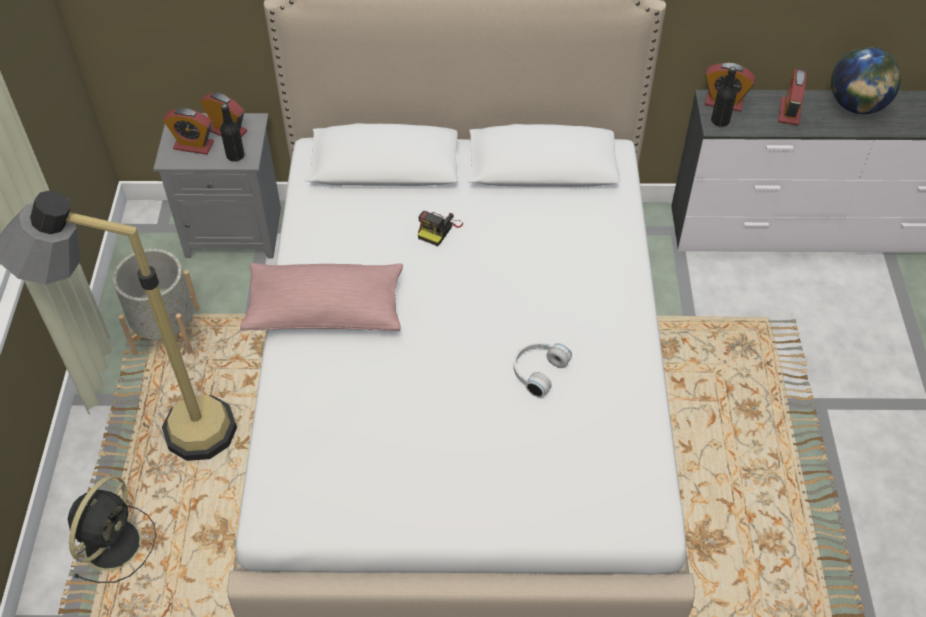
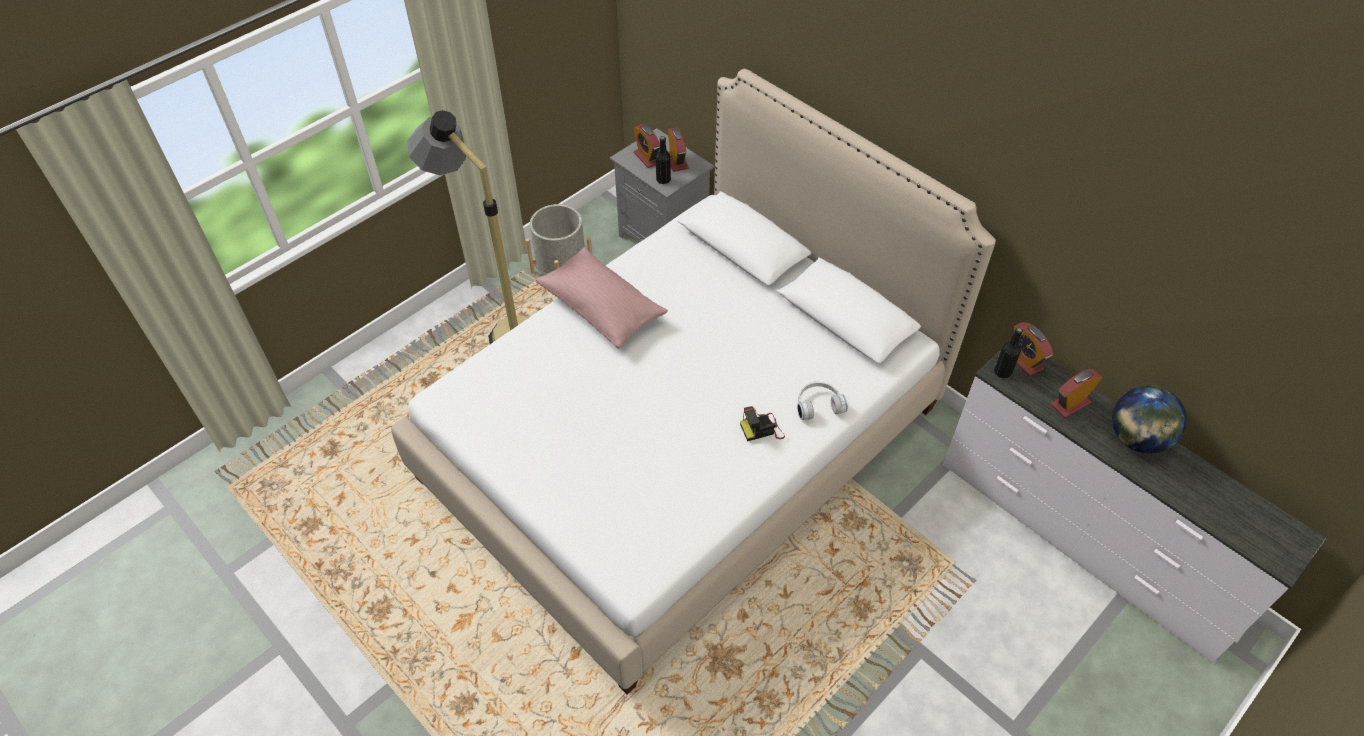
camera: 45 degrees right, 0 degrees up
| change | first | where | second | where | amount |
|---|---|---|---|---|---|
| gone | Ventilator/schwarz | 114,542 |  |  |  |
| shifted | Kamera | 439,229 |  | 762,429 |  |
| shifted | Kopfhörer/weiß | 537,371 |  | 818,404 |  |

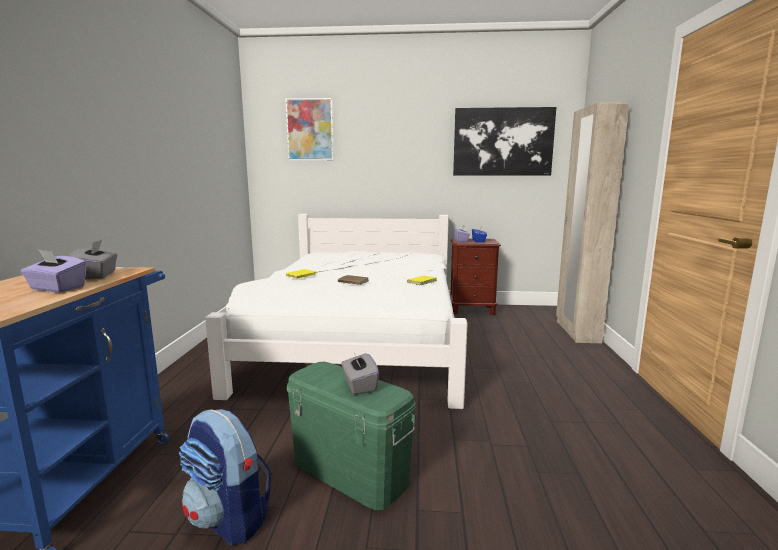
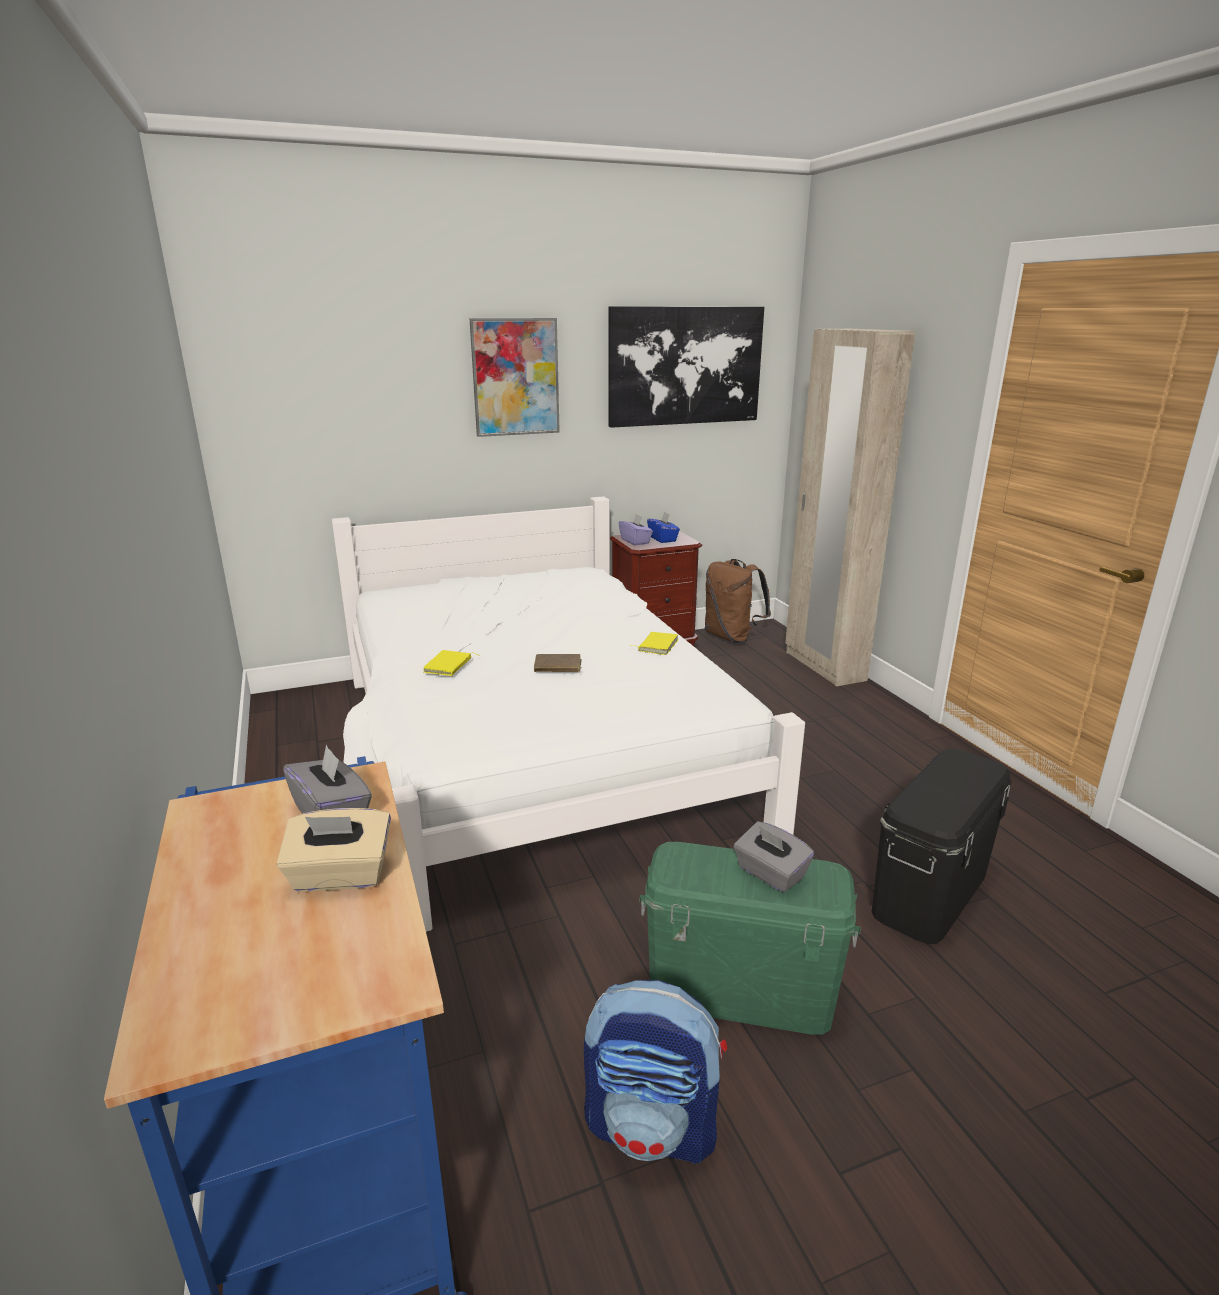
camera: 25 degrees left, 10 degrees up
| change | first | where | second | where | amount |
|---|---|---|---|---|---|
| repainted | Taschentuchbox/lila | 57,288 | Taschentuchbox/beige | 340,876 |  |
| shifted | Bild | 310,130 |  | 515,377 |  |
| new |  |  | Rucksack/braun | 732,637 |  |
| new |  |  | Aufbewahrungsbox/schwarz | 931,892 |  |

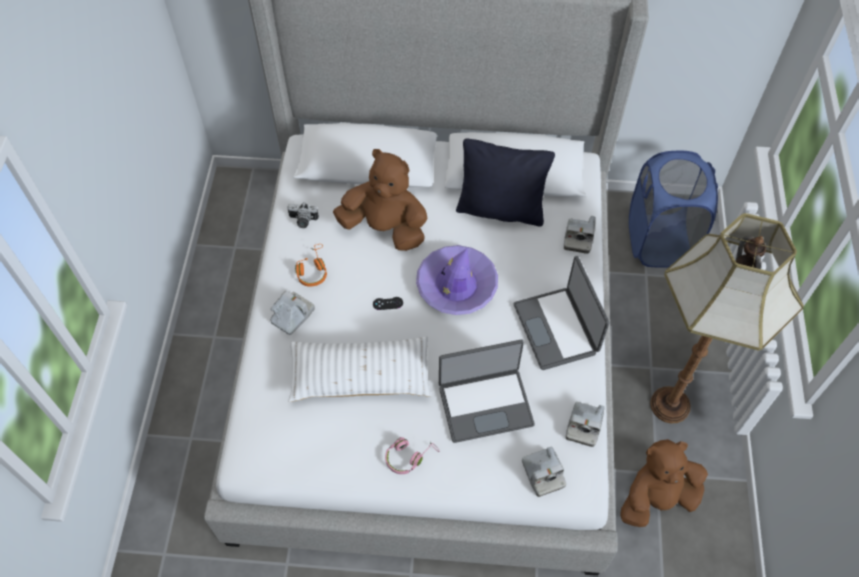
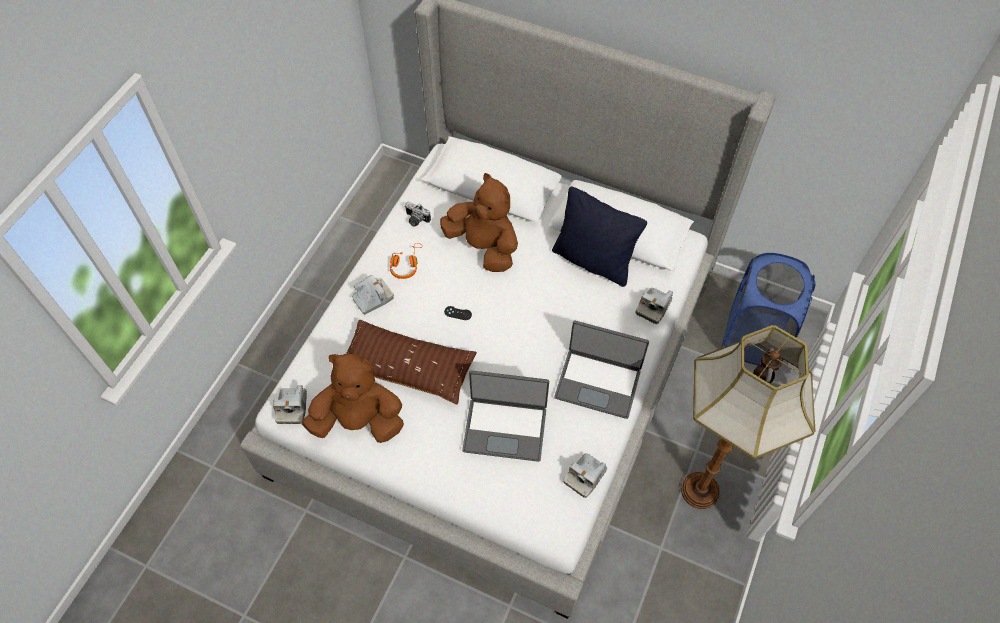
camera: 20 degrees right, 0 degrees up
| change | first | where | second | where | amount |
|---|---|---|---|---|---|
| repainted | Kissen/weiß | 360,376 | Kissen/braun | 408,368 |  |
| gone | Kopfhörer/rosa | 409,456 |  |  |  |
| gone | Hut/lila | 456,285 |  |  |  |
| rotated | Laptop | 557,328 |  | 598,382 | 75 degrees counterclockwise |
| shifted | Kamera | 542,474 |  | 292,407 |  |
| shifted | Plüschtier/braun | 656,498 |  | 359,421 |  |

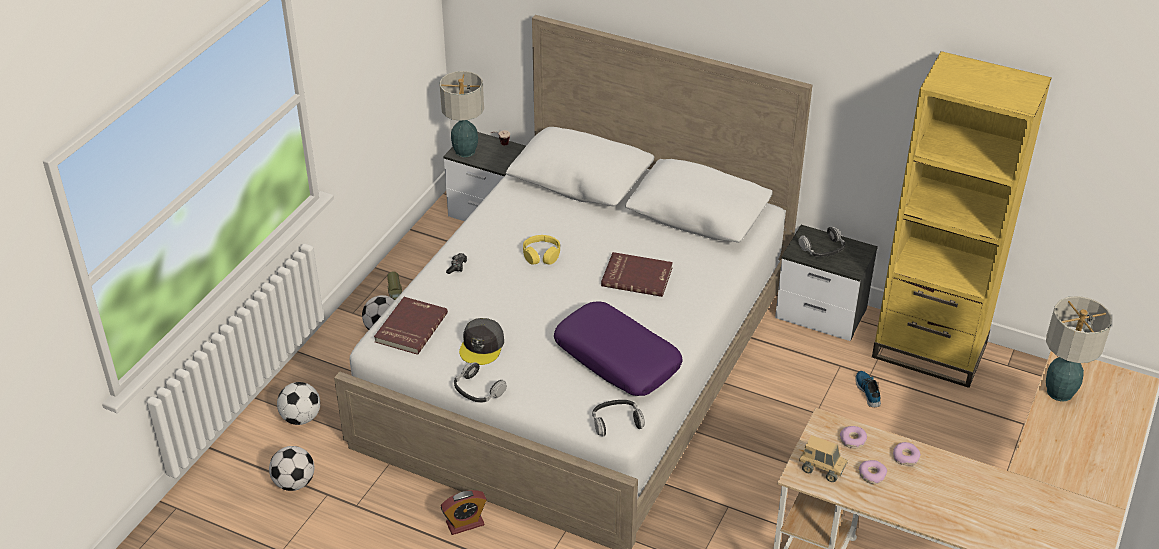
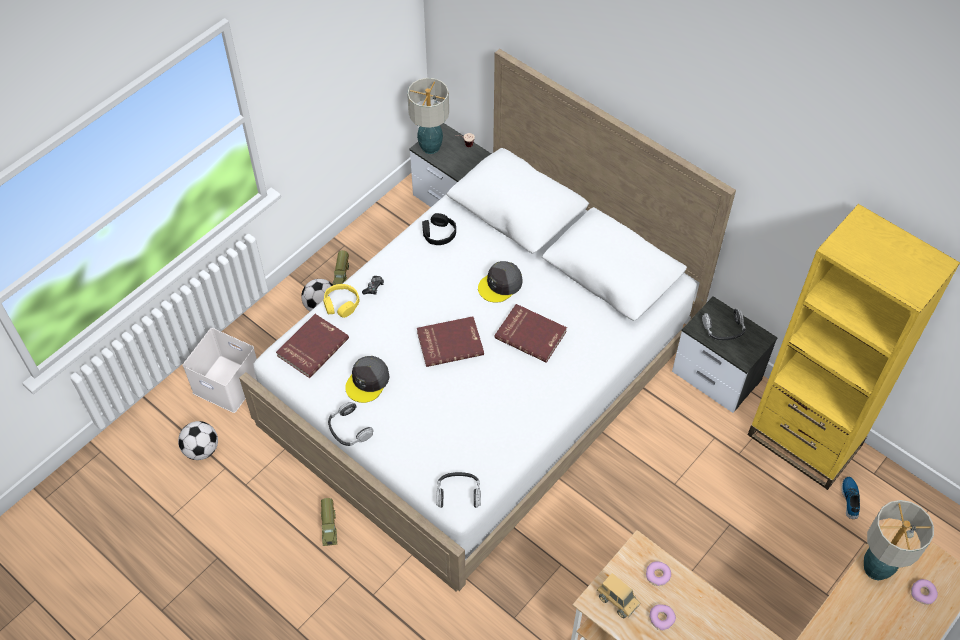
camera: 15 degrees right, 15 degrees up
| change | first | where | second | where | amount |
|---|---|---|---|---|---|
| swapped | Fußball | 301,418 | Aufbewahrungsbox/weiß | 225,384 |  |
| swapped | Wecker | 465,523 | Spielzeuglaster | 329,526 |  |
| shifted | Kopfhörer/gelb | 541,255 |  | 341,304 |  |
| gone | Kissen/lila | 618,358 |  |  |  |
| shifted | Schuh | 868,391 |  | 851,499 |  |
| shifted | Donut | 905,457 |  | 923,593 |  |
| new |  |  | Buch/rot | 449,342 |  |
| new |  |  | Kopfhörer/schwarz | 439,234 |  |
| new |  |  | Kappe/grau | 500,285 |  |

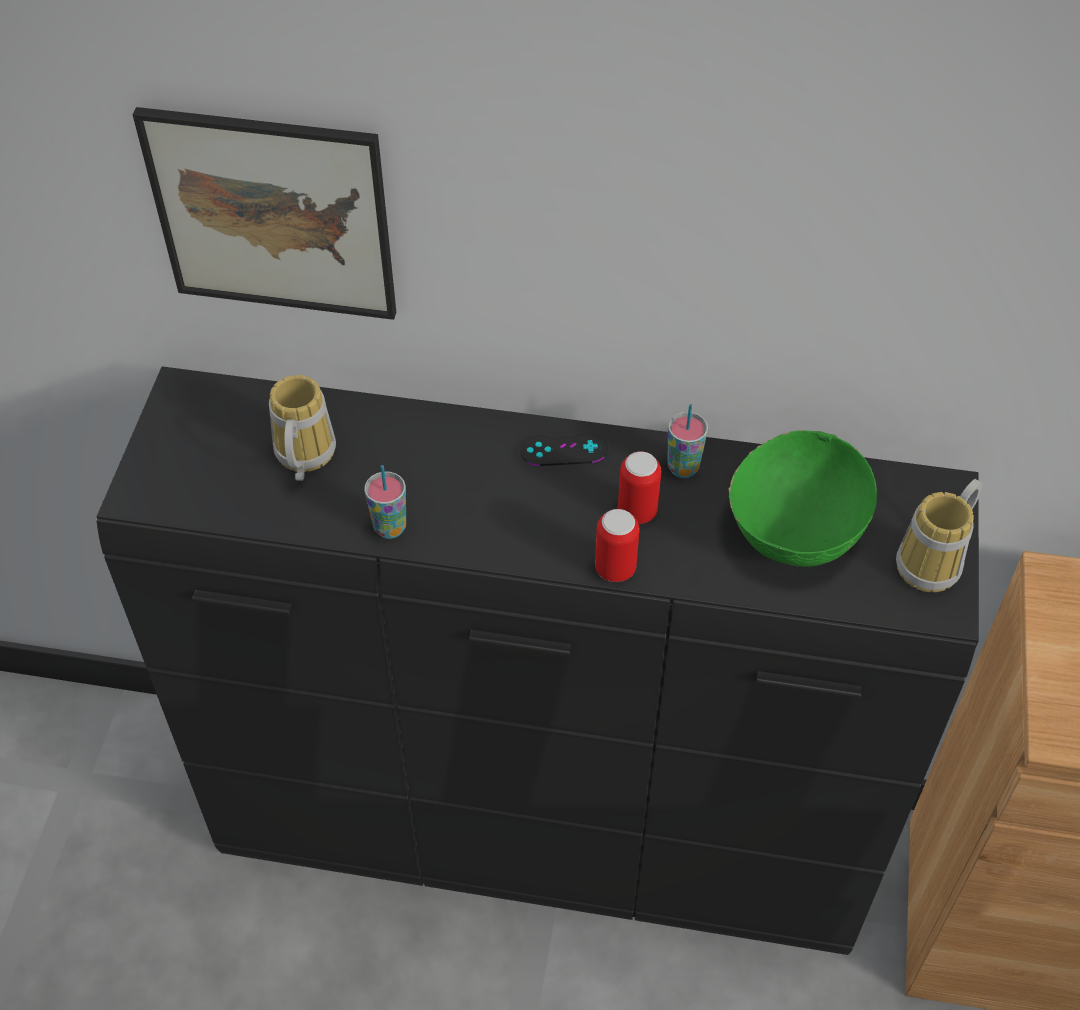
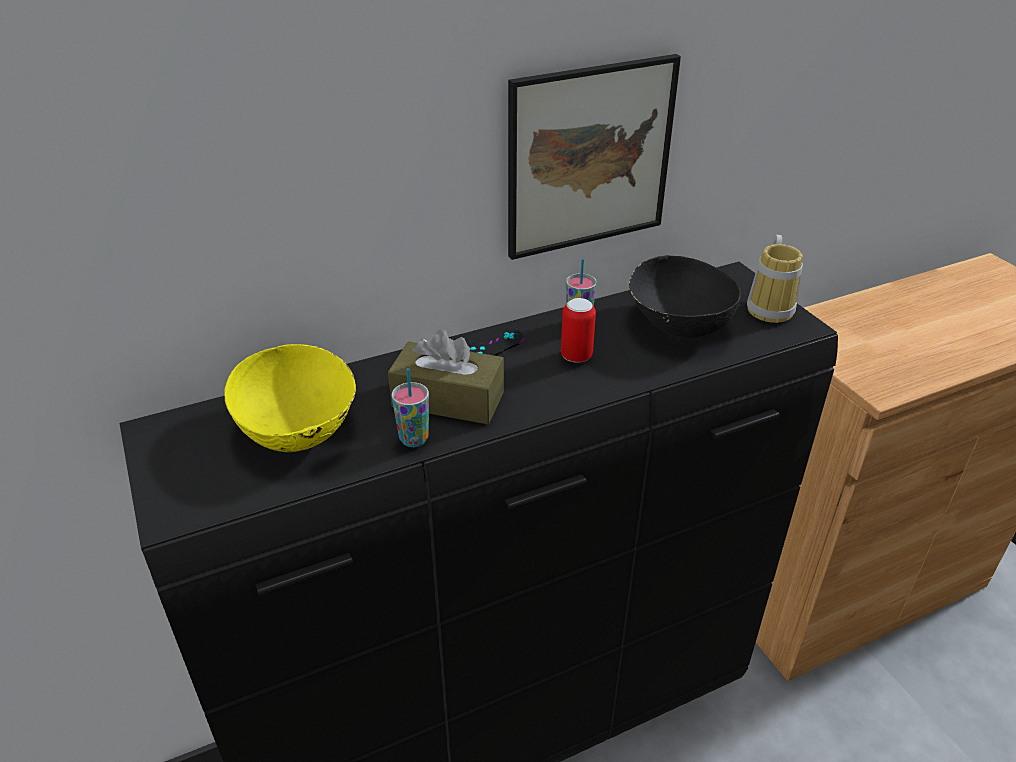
camera: 35 degrees left, 15 degrees down
| change | first | where | second | where | amount |
|---|---|---|---|---|---|
| shifted | Bild | 273,214 |  | 589,157 |  |
| swapped | Henkelbecher | 301,458 | Schüssel/gelb | 299,429 |  |
| gone | Dose | 615,569 |  |  |  |
| repainted | Schüssel/grün | 795,527 | Schüssel/schwarz | 677,323 |  |
| new |  |  | Taschentuchbox/braun | 448,399 |  |

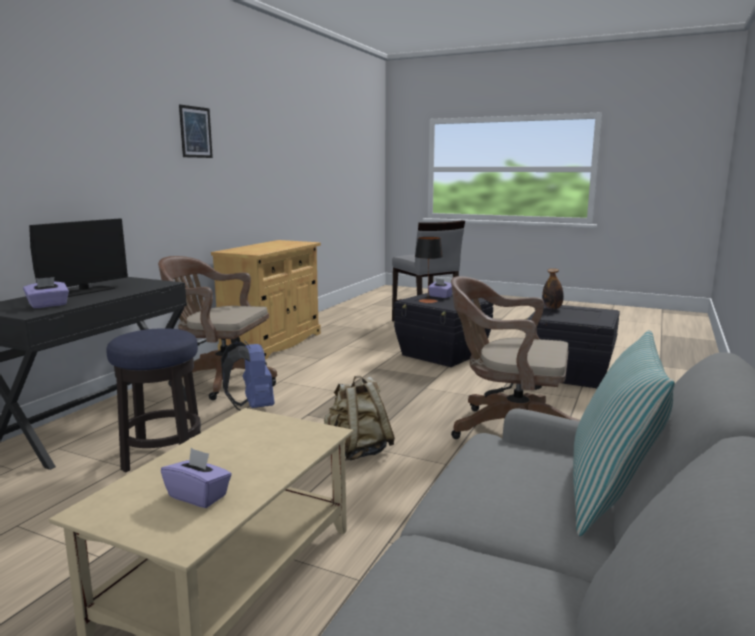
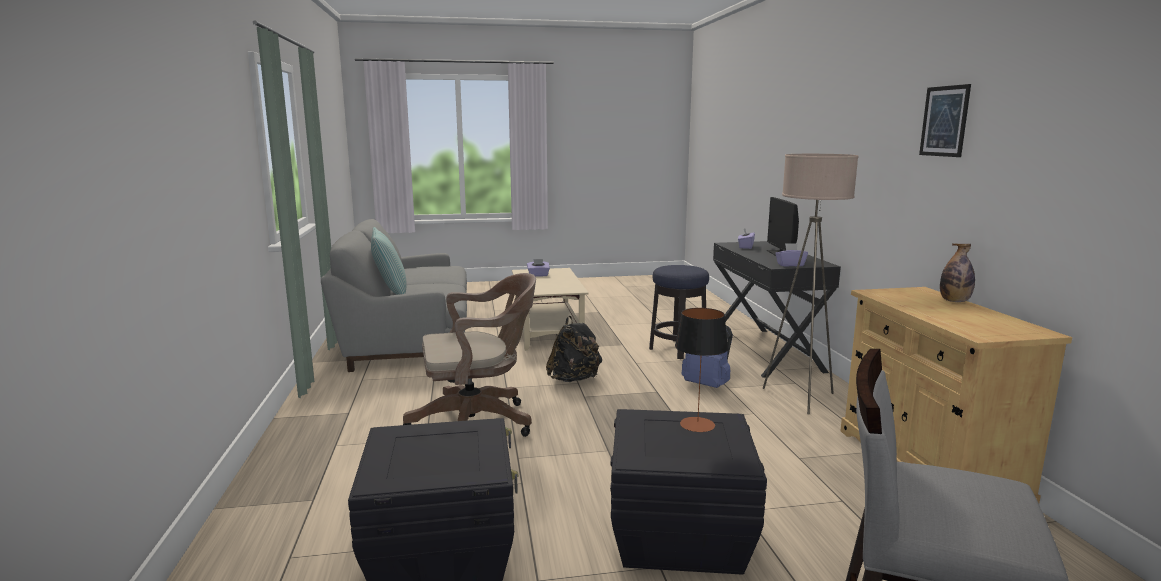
camera: 145 degrees right, 0 degrees up
| change | first | where | second | where | amount |
|---|---|---|---|---|---|
| swapped | Bürostuhl/braun | 220,380 | Stehlampe/beige | 800,398 |  |
| repainted | Rucksack/beige | 358,451 | Rucksack/schwarz | 574,379 |  |
| shifted | Taschentuchbox/lila | 440,296 |  | 790,265 |  |
| shifted | Flasche | 552,308 |  | 954,301 |  |

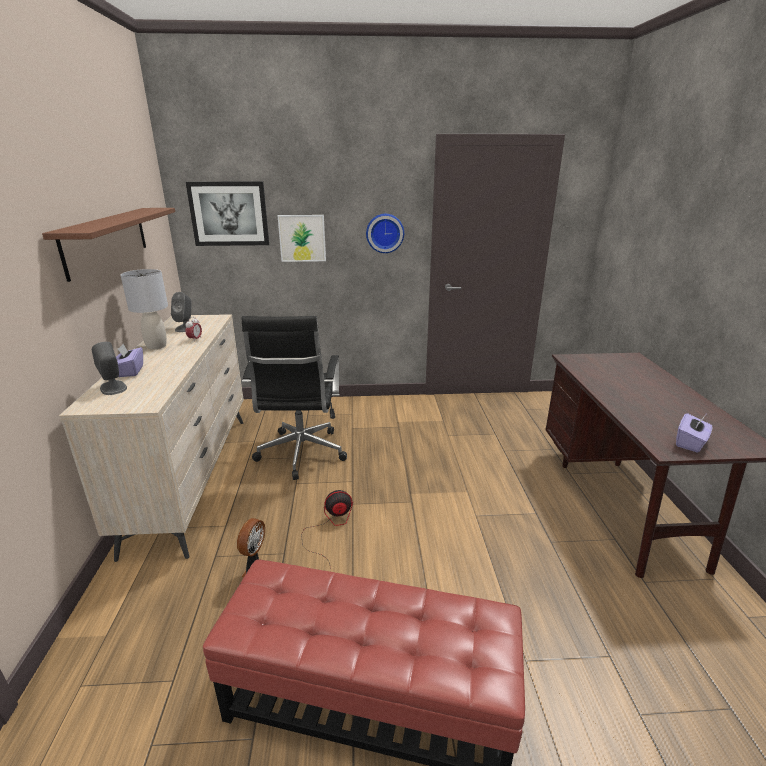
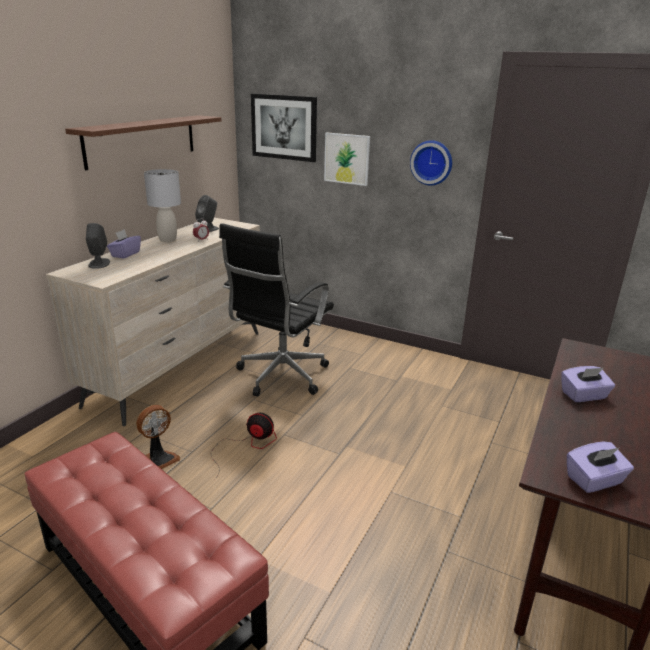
camera: 30 degrees right, 0 degrees up
| change | first | where | second | where | amount |
|---|---|---|---|---|---|
| new |  |  | Taschentuchbox/lila | 584,395 |  |

